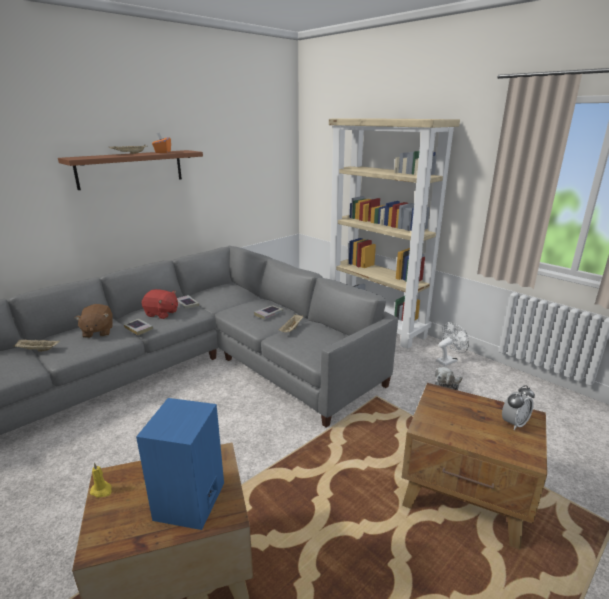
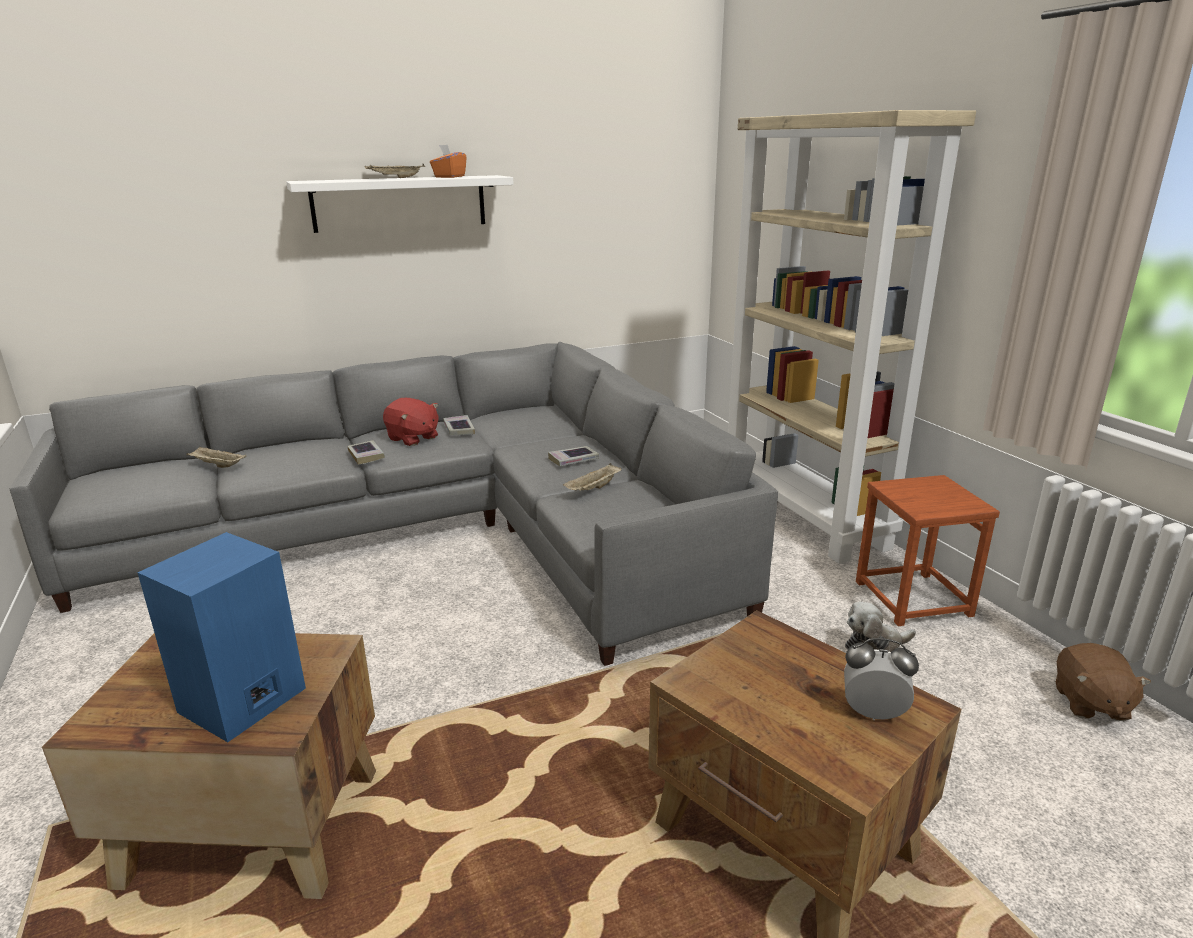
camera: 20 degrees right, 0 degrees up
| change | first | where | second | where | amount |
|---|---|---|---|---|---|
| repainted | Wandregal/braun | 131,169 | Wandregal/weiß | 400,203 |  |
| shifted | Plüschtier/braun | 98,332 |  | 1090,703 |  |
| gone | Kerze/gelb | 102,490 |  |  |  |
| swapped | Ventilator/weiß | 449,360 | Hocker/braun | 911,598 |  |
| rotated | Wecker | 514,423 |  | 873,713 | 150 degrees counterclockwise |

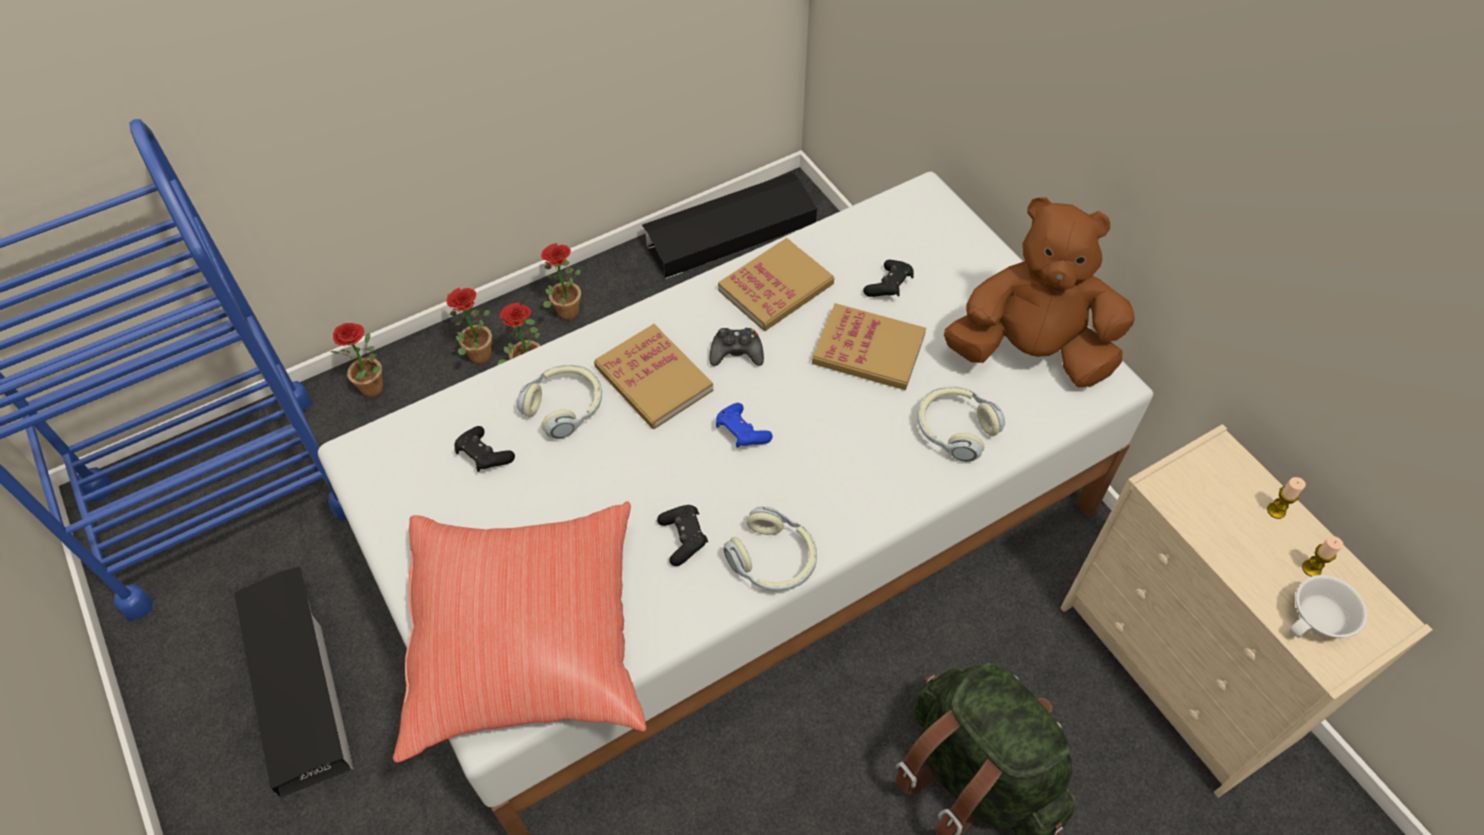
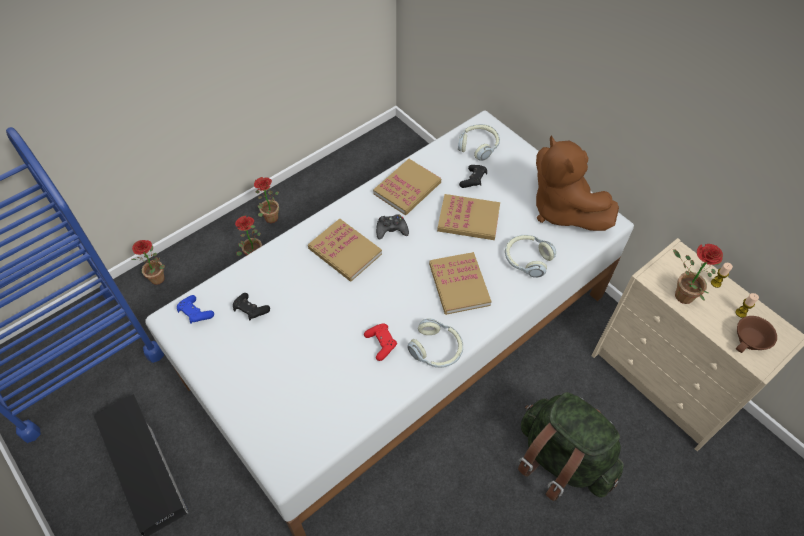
camera: 10 degrees left, 0 degrees up
| change | first | where | second | where | amount |
|---|---|---|---|---|---|
| gone | Kissen/rot | 529,641 |  |  |  |
| shifted | Topfpflanze | 476,353 |  | 679,294 |  |
| shifted | Kopfhörer | 565,407 |  | 478,146 |  |
| gone | Aufbewahrungsbox/schwarz | 729,233 |  |  |  |
| repainted | Gamepad/schwarz | 684,538 | Gamepad/rot | 381,344 |  |
| shifted | Gamepad/blau | 741,433 |  | 195,313 |  |
| rotated | Plüschtier/braun | 1031,352 |  | 561,209 | 120 degrees counterclockwise |
| repainted | Tasse/weiß | 1319,621 | Tasse/braun | 750,342 |  |
| new |  |  | Buch | 459,284 |  |

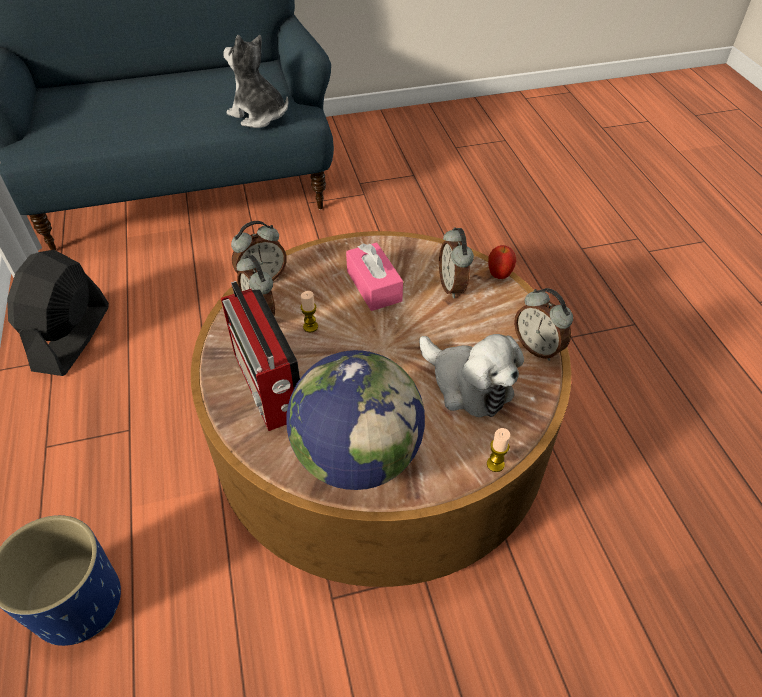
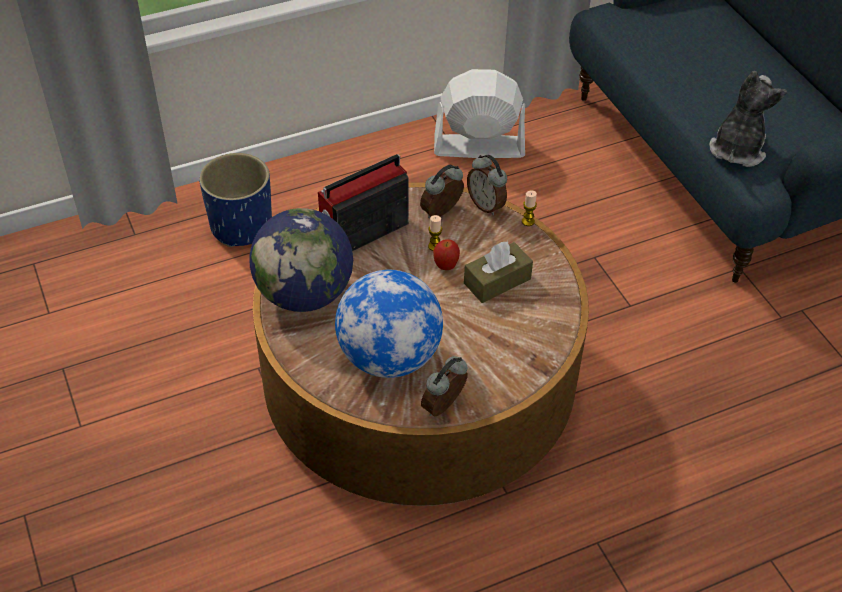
camera: 80 degrees right, 0 degrees up
| change | first | where | second | where | amount |
|---|---|---|---|---|---|
| repainted | Ventilator/schwarz | 72,338 | Ventilator/weiß | 478,146 |  |
| repainted | Taschentuchbox/rosa | 374,286 | Taschentuchbox/braun | 497,281 |  |
| swapped | Plüschtier | 468,384 | Globus | 389,357 |  |
| gone | Wecker | 453,286 |  |  |  |
| shifted | Kerze | 495,464 |  | 528,221 |  |
| shifted | Apfel | 499,275 |  | 446,266 |  |

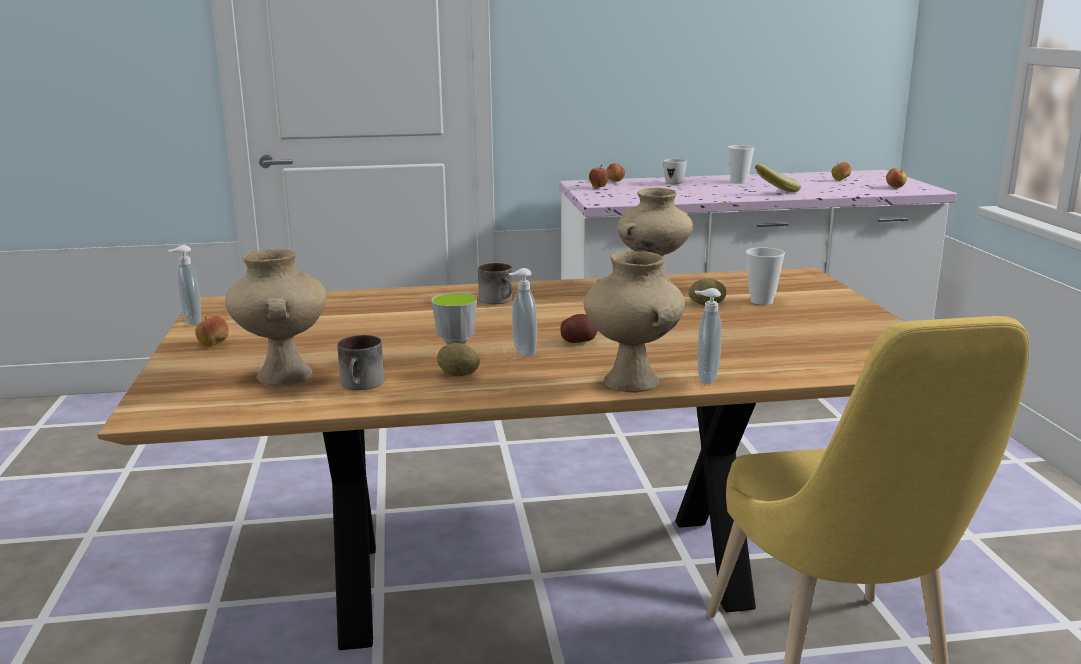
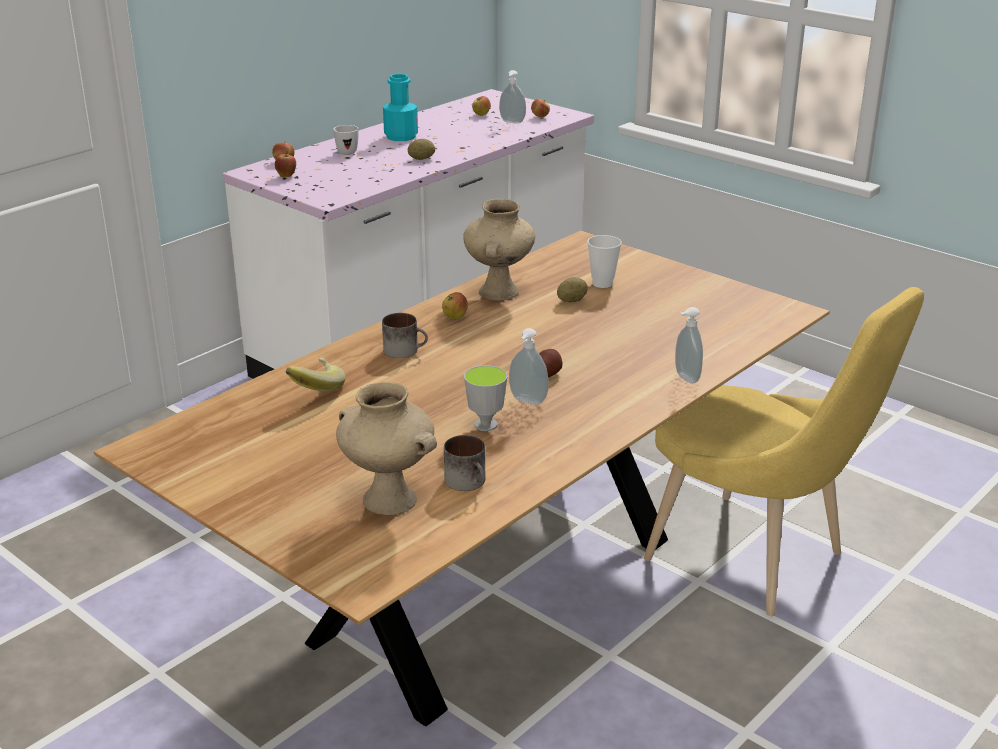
camera: 40 degrees left, 10 degrees up
| change | first | where | second | where | amount |
|---|---|---|---|---|---|
| shifted | Seifenspender | 190,322 |  | 512,122 |  |
| shifted | Apfel | 213,345 |  | 455,317 |  |
| shifted | Kartoffel | 458,375 |  | 421,159 |  |
| gone | Vase/beige | 633,382 |  |  |  |
| swapped | Tasse | 739,182 | Flasche/türkis | 401,136 |  |
| shifted | Banane | 777,191 |  | 314,389 |  |

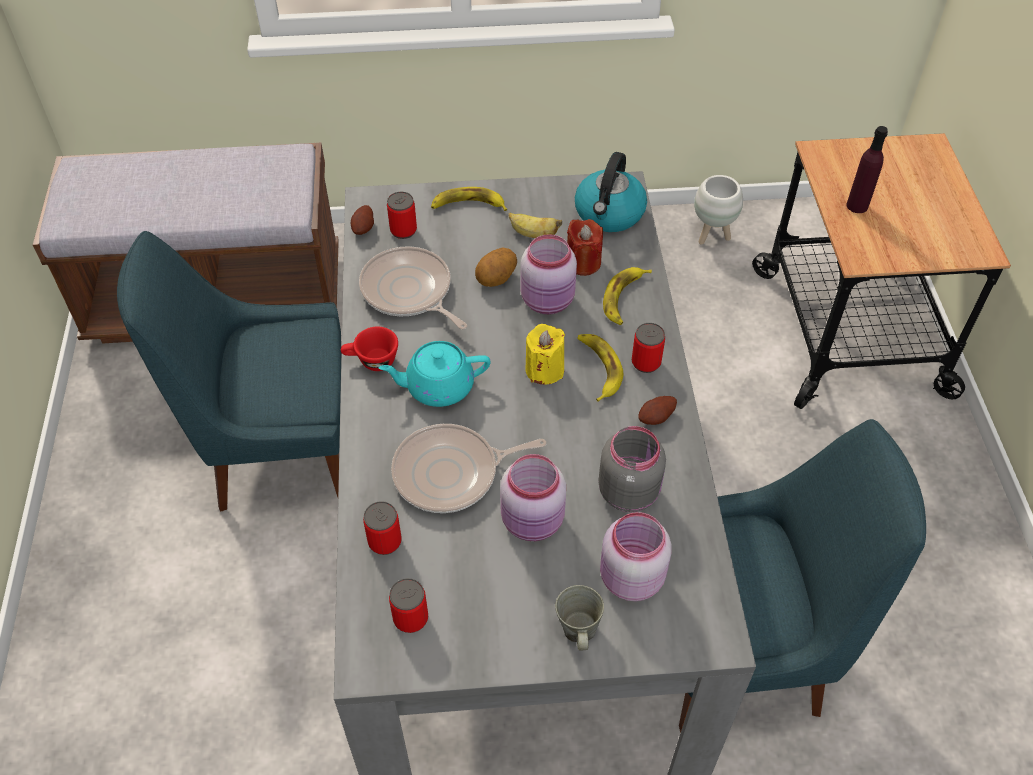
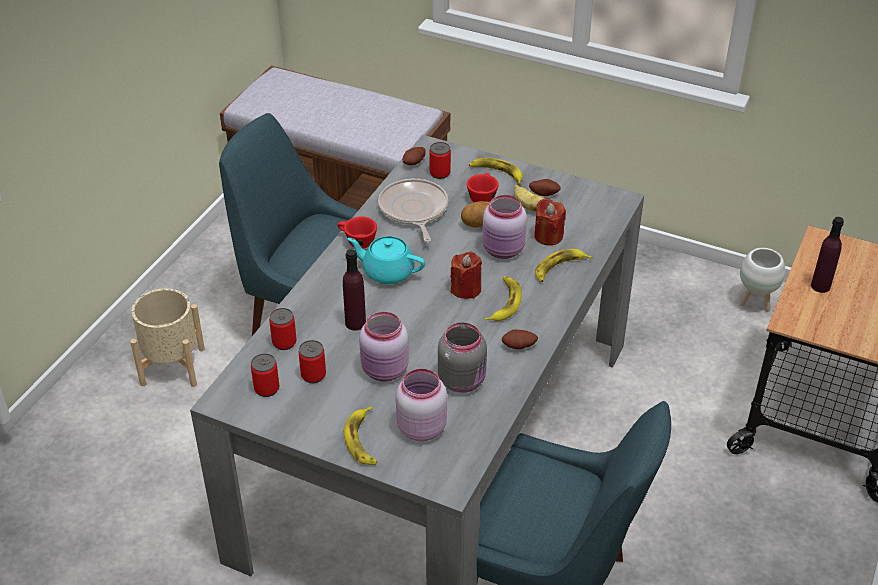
camera: 30 degrees right, 10 degrees down
| change | first | where | second | where | amount |
|---|---|---|---|---|---|
| swapped | Pfanne | 451,473 | Flasche/lila | 355,323 |  |
| repainted | Kerze/gelb | 544,370 | Kerze/rot | 466,289 |  |
| swapped | Henkelbecher/grau | 578,630 | Banane | 363,440 |  |
| gone | Wasserkessel | 609,214 |  |  |  |
| shifted | Dose | 646,362 |  | 313,375 |  |
| new |  |  | Pflanzkübel/beige | 173,366 |  |
| new |  |  | Tasse/rot | 482,196 |  |
| new |  |  | Kartoffel | 544,193 |  |

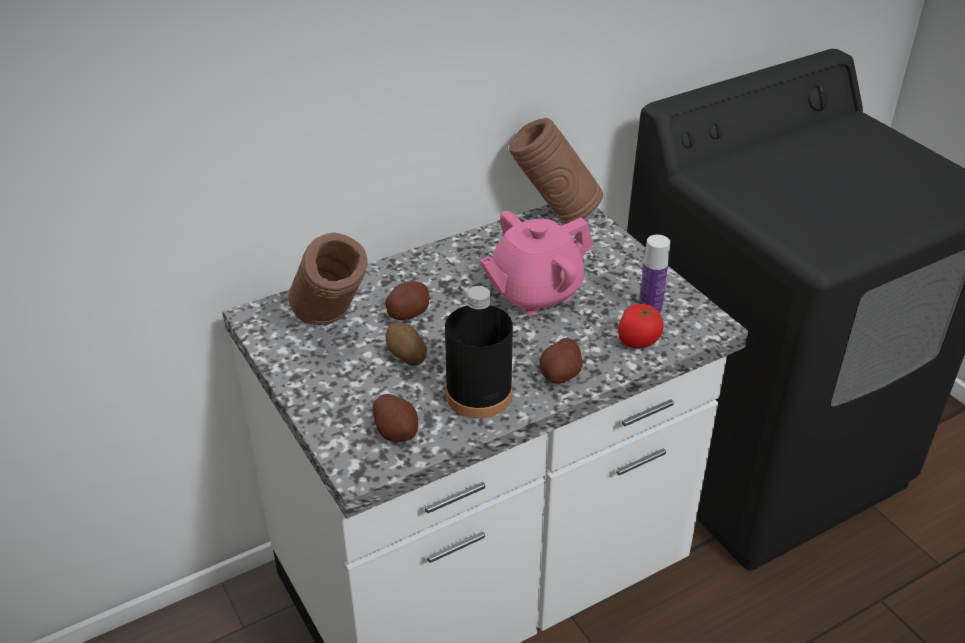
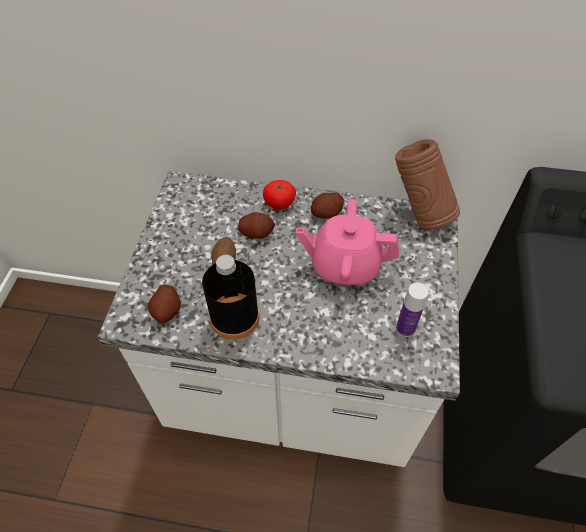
camera: 40 degrees right, 15 degrees up
| change | first | where | second | where | amount |
|---|---|---|---|---|---|
| gone | Vase/braun | 332,329 |  |  |  |
| shifted | Kartoffel | 560,374 |  | 326,213 |  |
| shifted | Tomate | 638,341 |  | 279,203 |  |

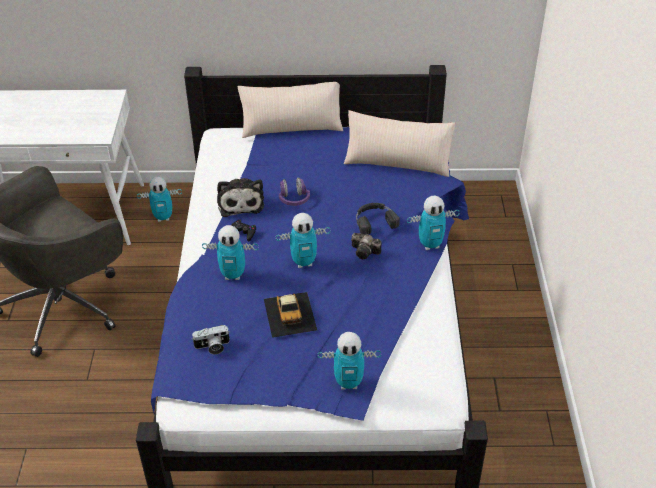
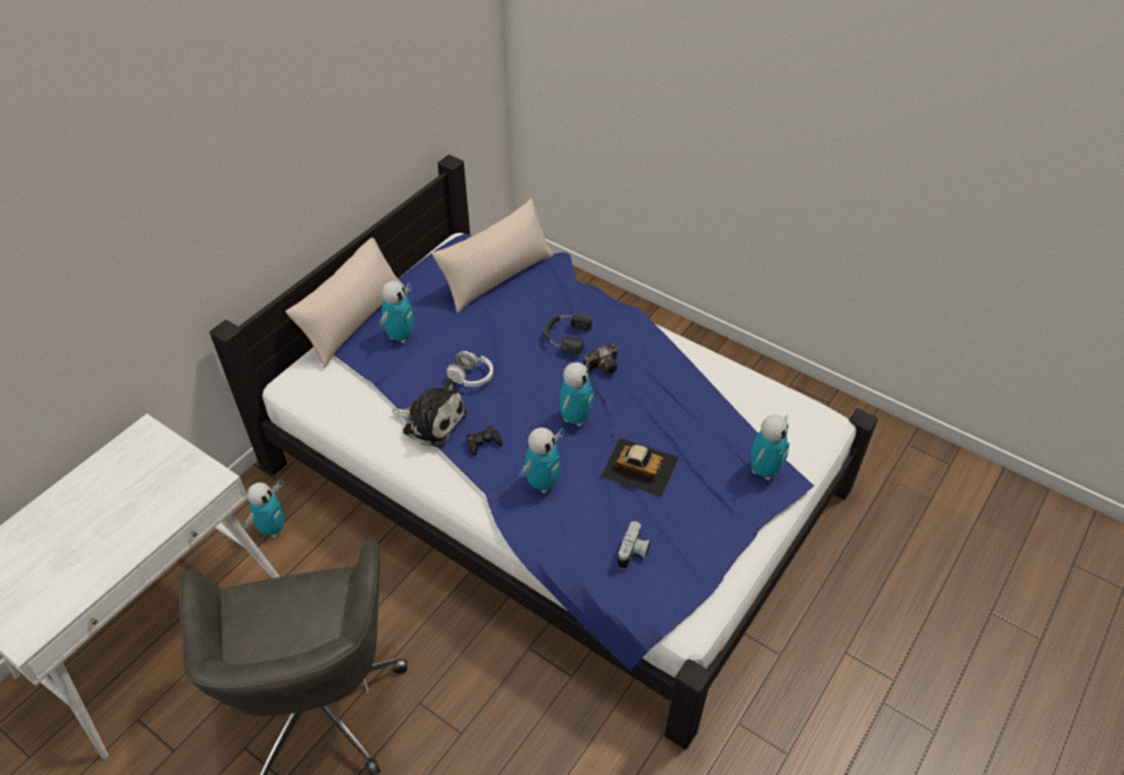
camera: 55 degrees left, 5 degrees up
| change | first | where | second | where | amount |
|---|---|---|---|---|---|
| repainted | Kopfhörer/lila | 294,199 | Kopfhörer/weiß | 471,377 |  |
| shifted | Spielzeugroboter | 430,245 |  | 401,336 |  |

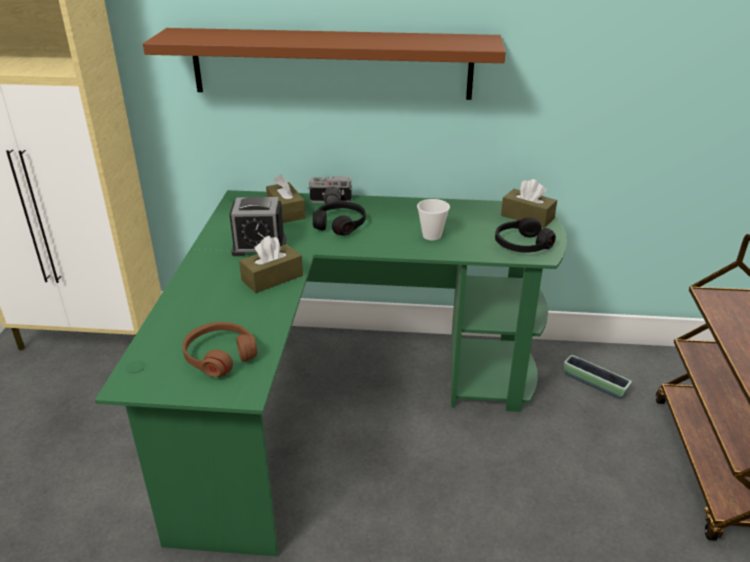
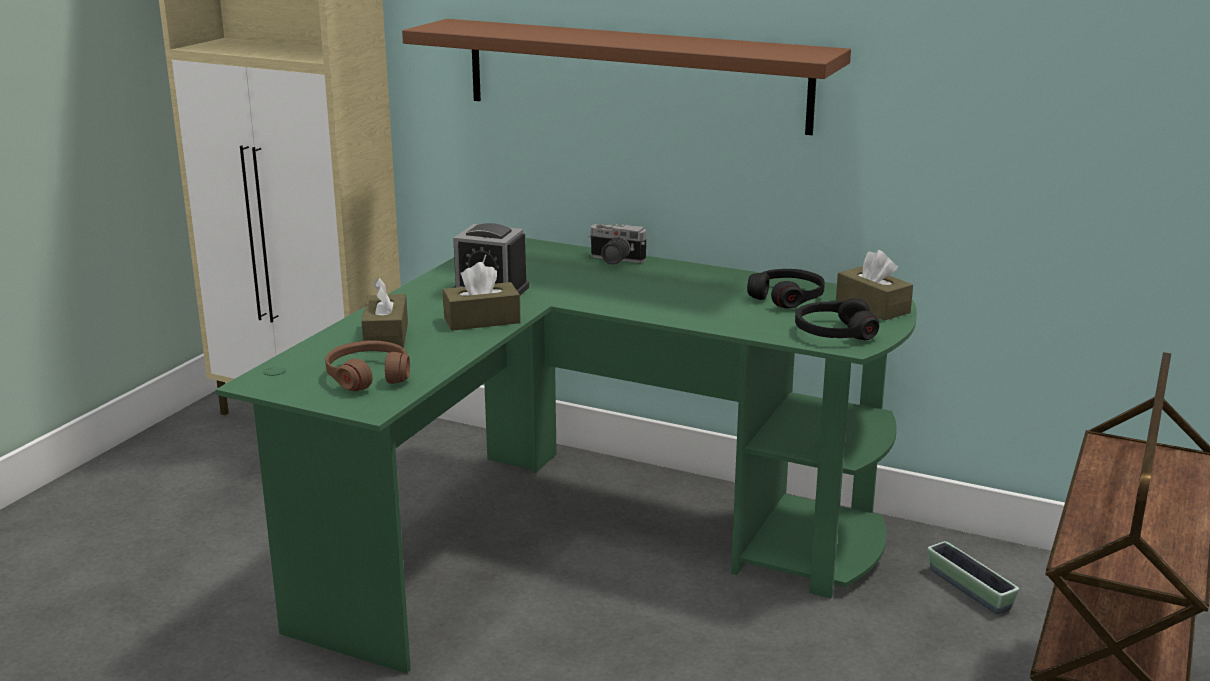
camera: 20 degrees right, 10 degrees down
| change | first | where | second | where | amount |
|---|---|---|---|---|---|
| shifted | Taschentuchbox/braun | 286,211 |  | 386,336 |  |
| shifted | Kopfhörer/schwarz | 340,224 |  | 787,297 |  |
| gone | Tasse | 432,236 |  |  |  |

